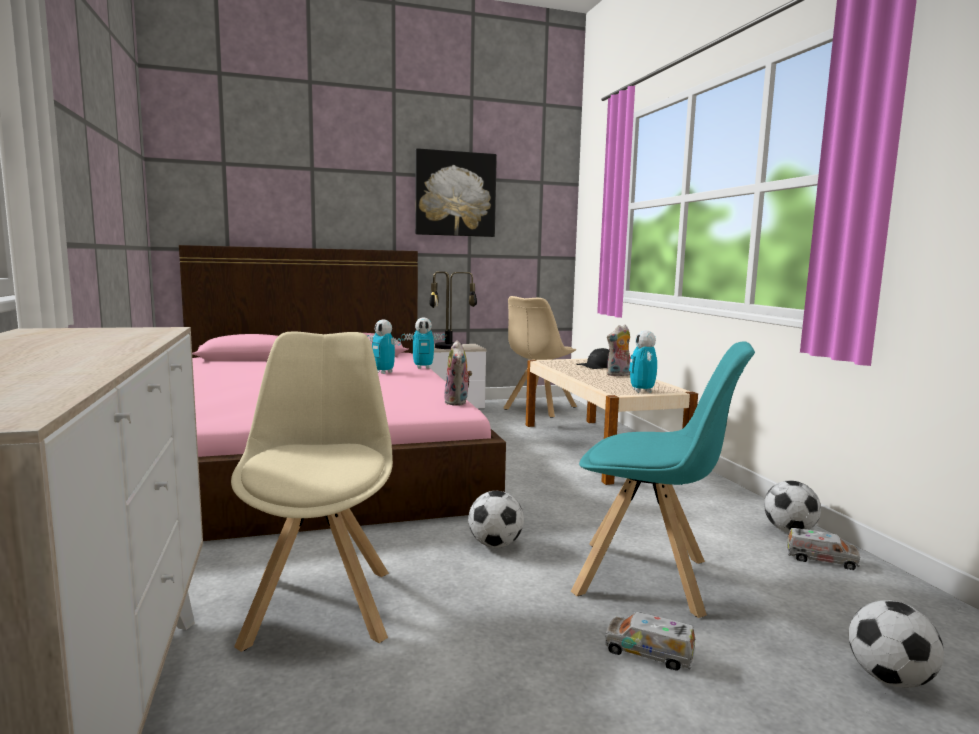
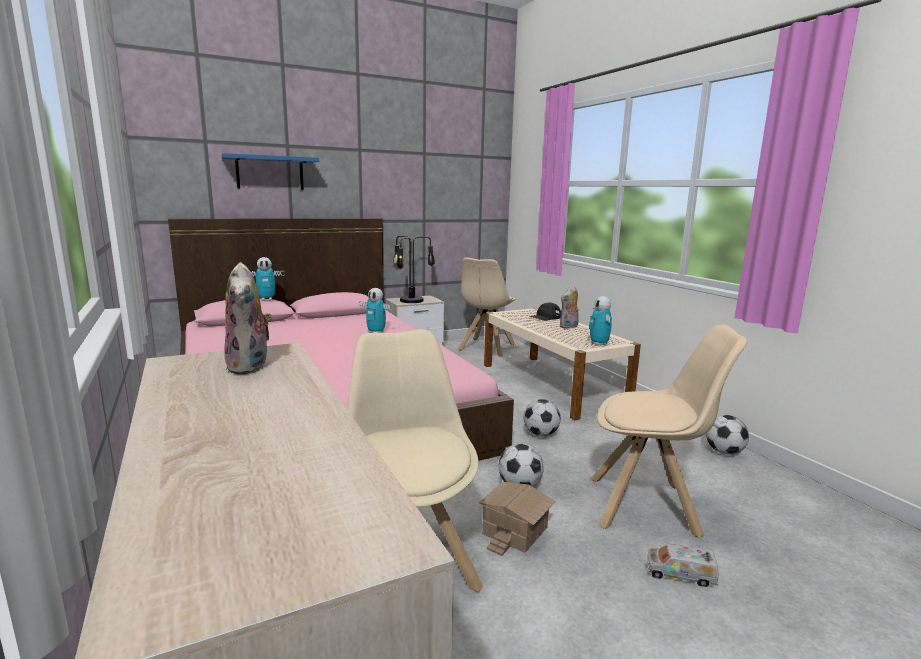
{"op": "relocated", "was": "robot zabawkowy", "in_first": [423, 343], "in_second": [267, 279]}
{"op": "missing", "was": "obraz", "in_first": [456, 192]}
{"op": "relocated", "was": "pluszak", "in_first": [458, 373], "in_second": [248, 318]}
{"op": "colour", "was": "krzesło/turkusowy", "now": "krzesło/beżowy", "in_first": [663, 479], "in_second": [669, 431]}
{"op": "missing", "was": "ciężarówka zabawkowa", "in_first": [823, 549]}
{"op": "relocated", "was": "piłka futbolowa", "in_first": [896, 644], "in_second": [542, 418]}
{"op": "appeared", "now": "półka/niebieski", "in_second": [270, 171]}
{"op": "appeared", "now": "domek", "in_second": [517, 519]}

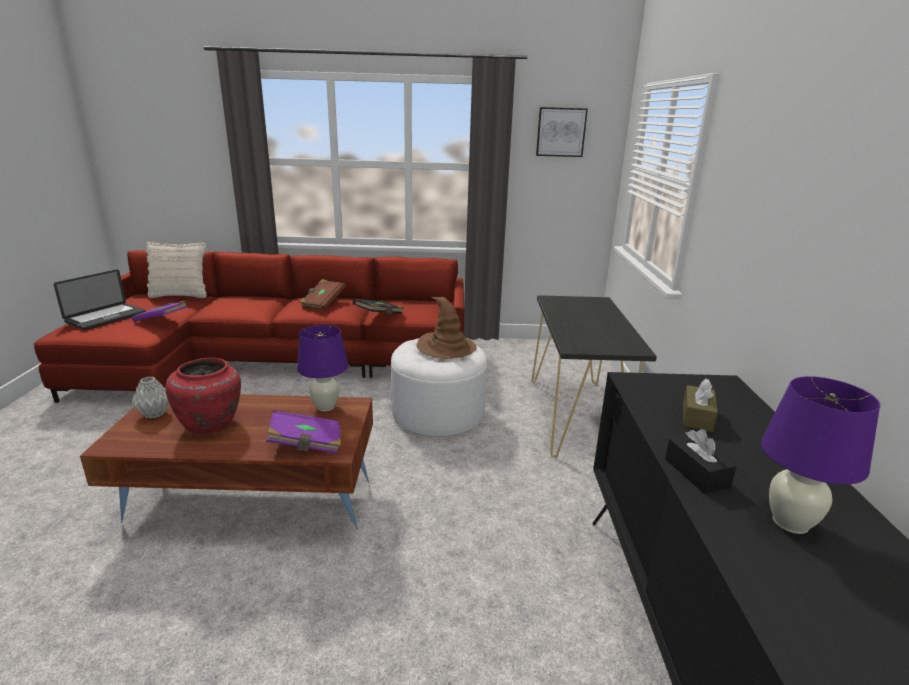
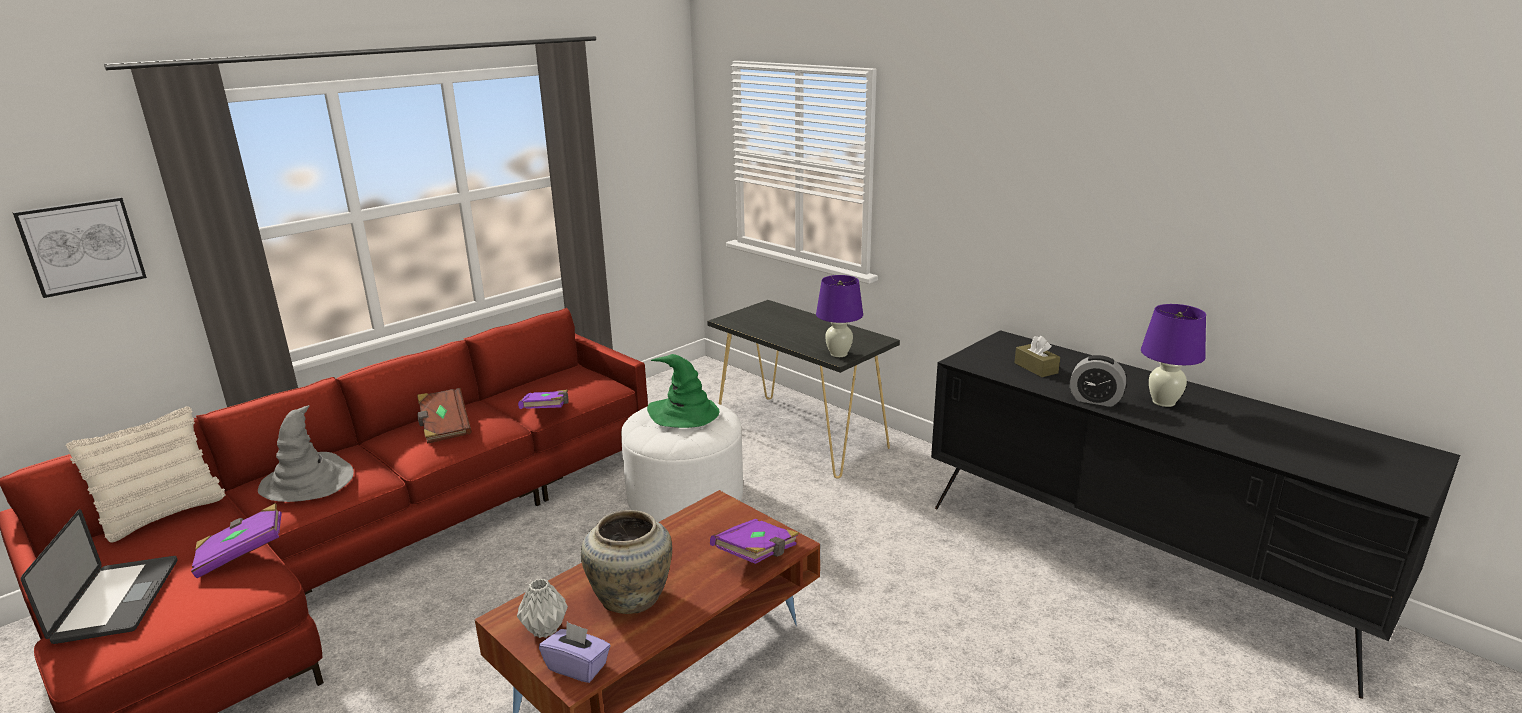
{"op": "colour", "was": "wazon/czerwony", "now": "wazon/beżowy", "in_first": [203, 396], "in_second": [626, 562]}
{"op": "relocated", "was": "lampa stołowa/fioletowy", "in_first": [322, 368], "in_second": [839, 316]}
{"op": "colour", "was": "książka/czarny", "now": "książka/fioletowy", "in_first": [378, 306], "in_second": [543, 399]}
{"op": "colour", "was": "kapelusz/brązowy", "now": "kapelusz/zielony", "in_first": [446, 328], "in_second": [683, 391]}
{"op": "relocated", "was": "obraz", "in_first": [562, 132], "in_second": [79, 247]}
{"op": "exchanged", "was": "pudełko chusteczek/czarny", "now": "budzik", "in_first": [701, 461], "in_second": [1098, 381]}
{"op": "appeared", "now": "kapelusz/szary", "in_second": [306, 453]}
{"op": "appeared", "now": "pudełko chusteczek/fioletowy", "in_second": [575, 652]}

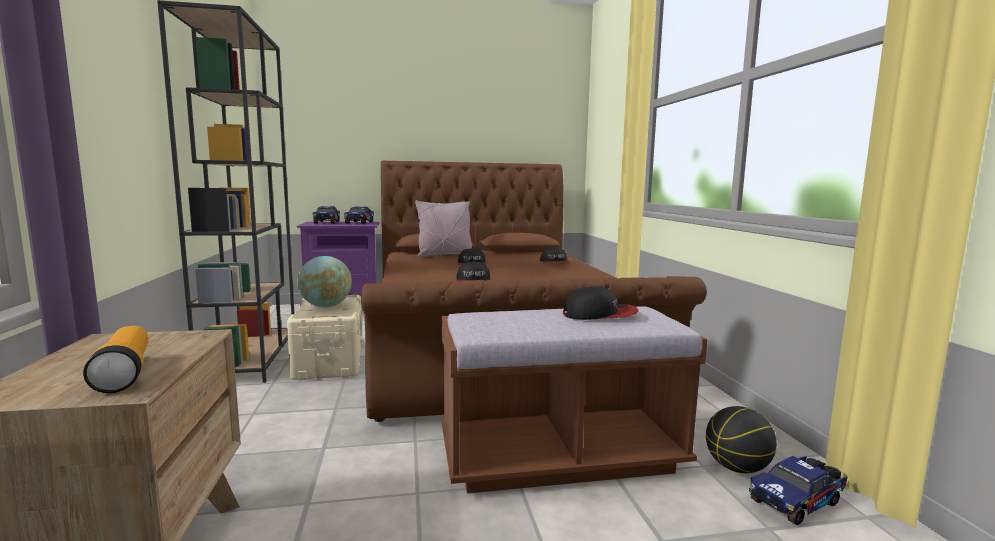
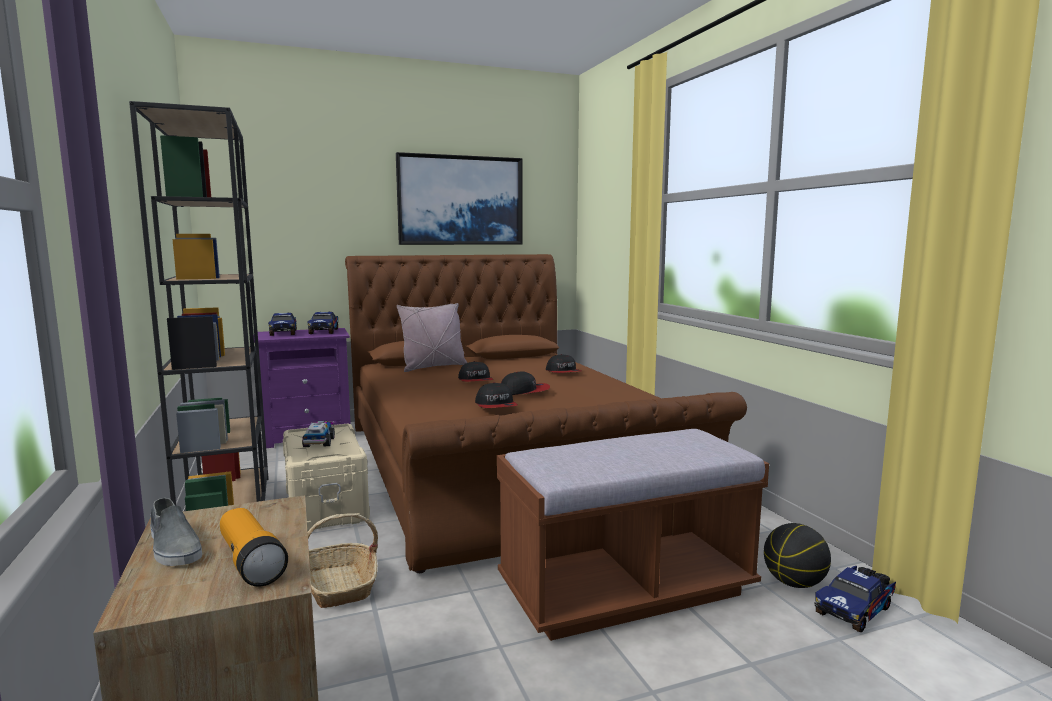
{"op": "exchanged", "was": "globus", "now": "ciężarówka zabawkowa", "in_first": [324, 281], "in_second": [318, 433]}
{"op": "relocated", "was": "czapka z daszkiem", "in_first": [600, 303], "in_second": [525, 383]}
{"op": "appeared", "now": "but/szary", "in_second": [176, 532]}
{"op": "appeared", "now": "koszyk", "in_second": [343, 561]}
{"op": "appeared", "now": "obraz", "in_second": [459, 198]}

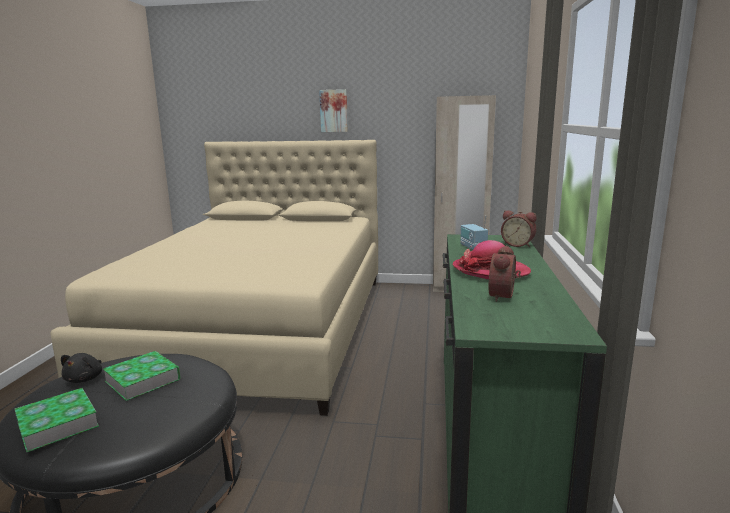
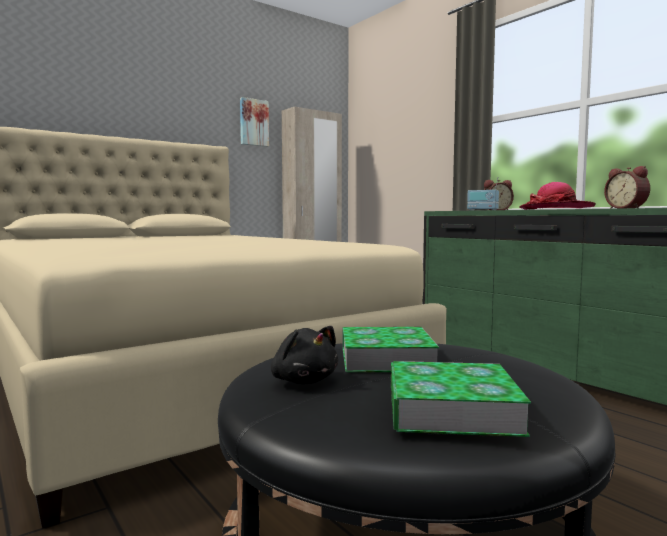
{"op": "relocated", "was": "obraz", "in_first": [333, 110], "in_second": [254, 122]}

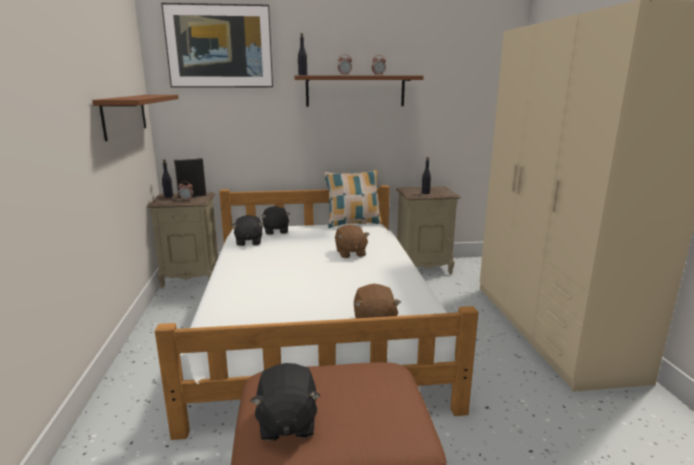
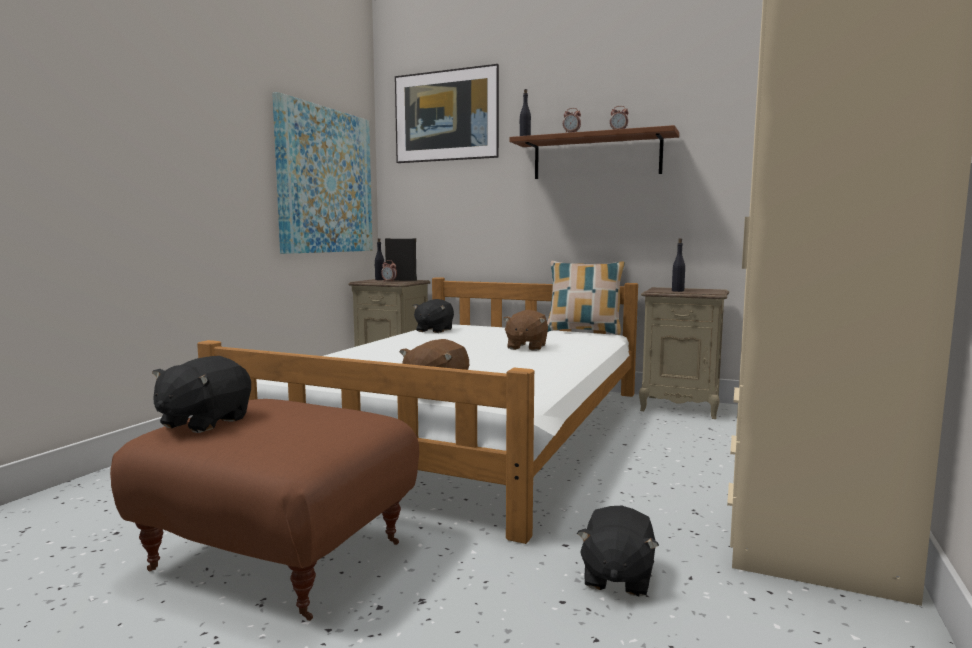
{"op": "exchanged", "was": "półka/brązowy", "now": "obraz", "in_first": [135, 118], "in_second": [322, 173]}
{"op": "relocated", "was": "pluszak/czarny", "in_first": [276, 220], "in_second": [618, 551]}

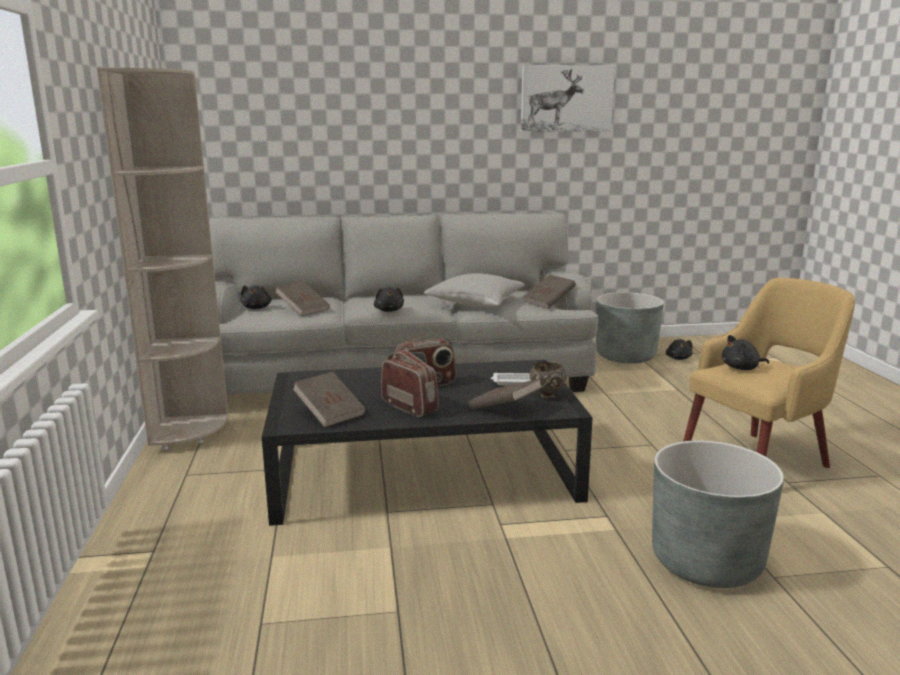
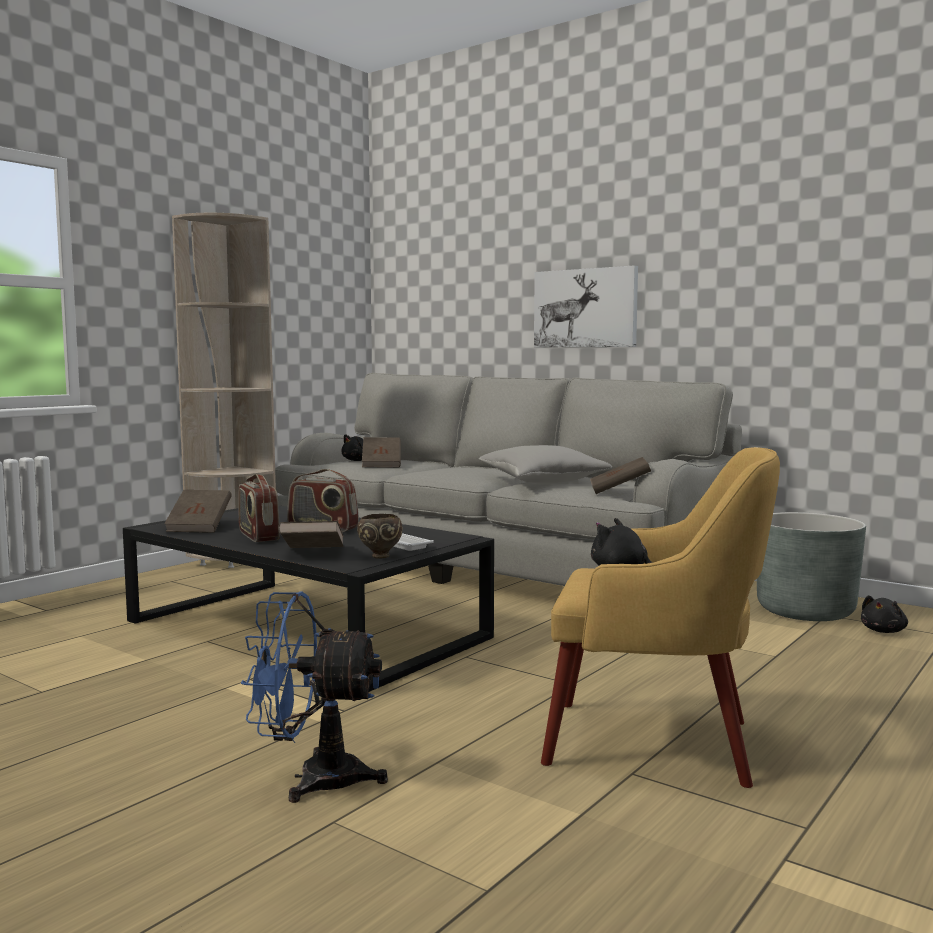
{"op": "missing", "was": "pluszak/czarny", "in_first": [389, 299]}
{"op": "spun", "was": "radio", "in_first": [410, 383], "in_second": [259, 508], "clockwise": 150}
{"op": "relocated", "was": "obraz", "in_first": [568, 98], "in_second": [586, 306]}
{"op": "exchanged", "was": "donica/szary", "now": "wentylator/niebieski", "in_first": [718, 514], "in_second": [314, 697]}

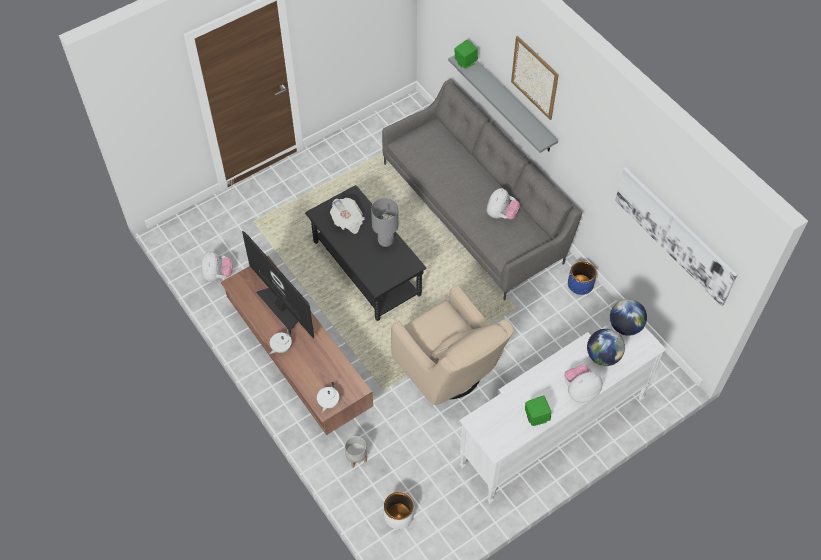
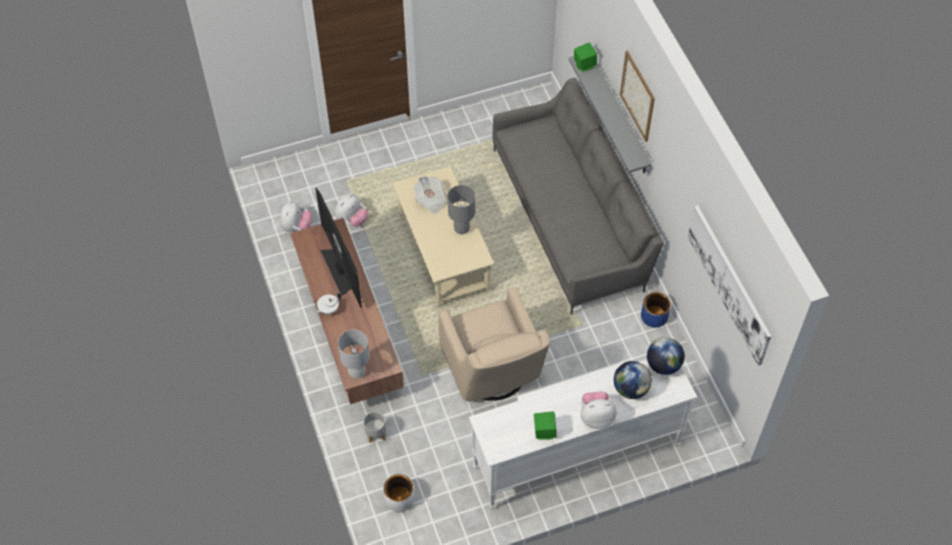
{"op": "colour", "was": "ława/czarny", "now": "ława/beżowy", "in_first": [366, 253], "in_second": [443, 236]}
{"op": "exchanged", "was": "imbryk/biały", "now": "lampa stołowa/szary", "in_first": [328, 397], "in_second": [354, 354]}
{"op": "relocated", "was": "pluszak", "in_first": [503, 204], "in_second": [351, 210]}

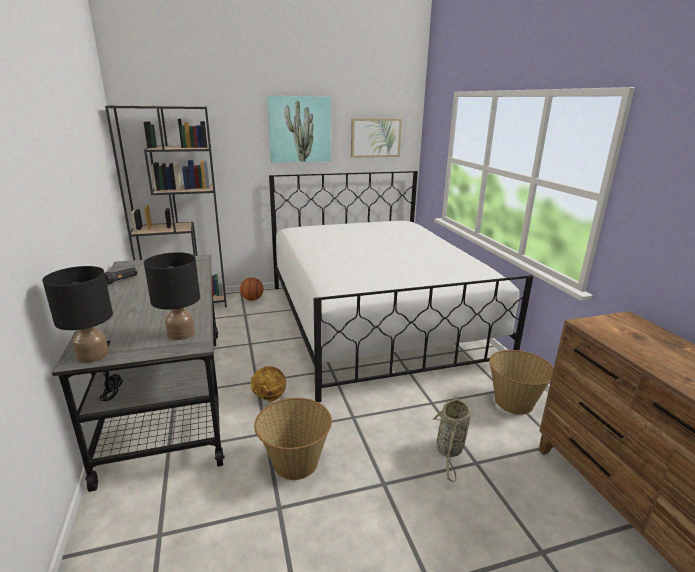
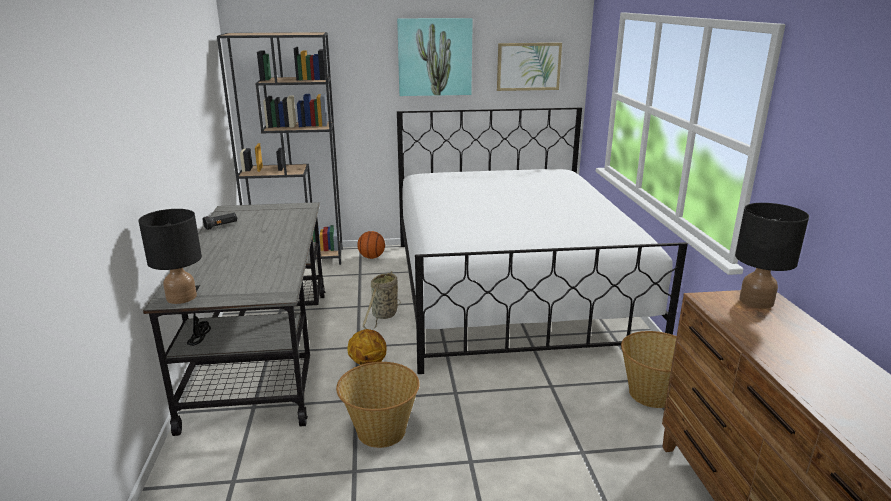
{"op": "relocated", "was": "lampa stołowa/czarny", "in_first": [172, 296], "in_second": [772, 256]}
{"op": "relocated", "was": "koszyk", "in_first": [452, 439], "in_second": [381, 300]}

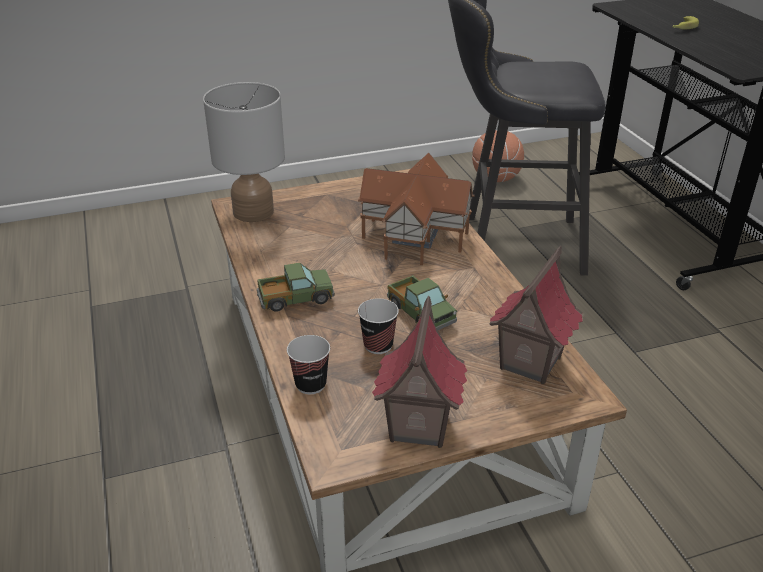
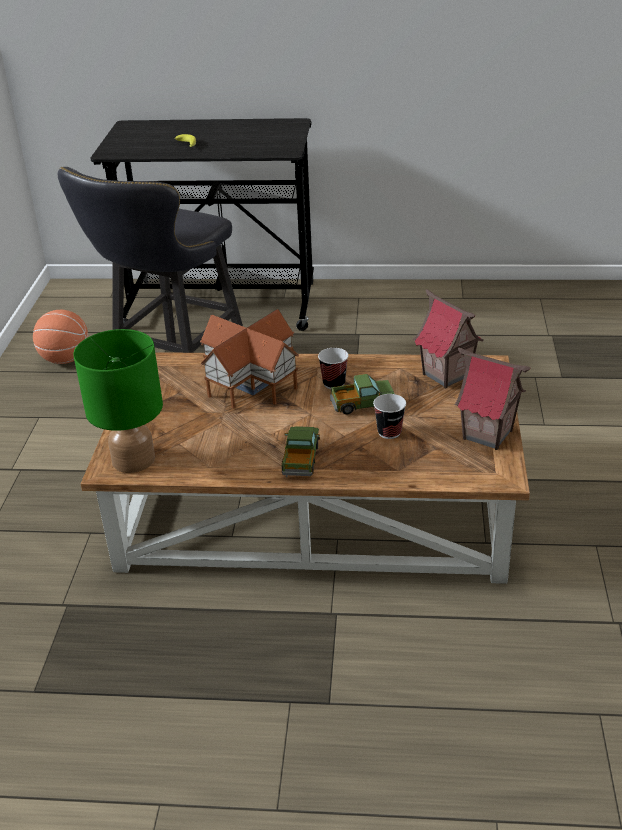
{"op": "colour", "was": "lampa stołowa/szary", "now": "lampa stołowa/zielony", "in_first": [244, 152], "in_second": [118, 401]}
{"op": "relocated", "was": "filiżanka", "in_first": [308, 364], "in_second": [333, 368]}

